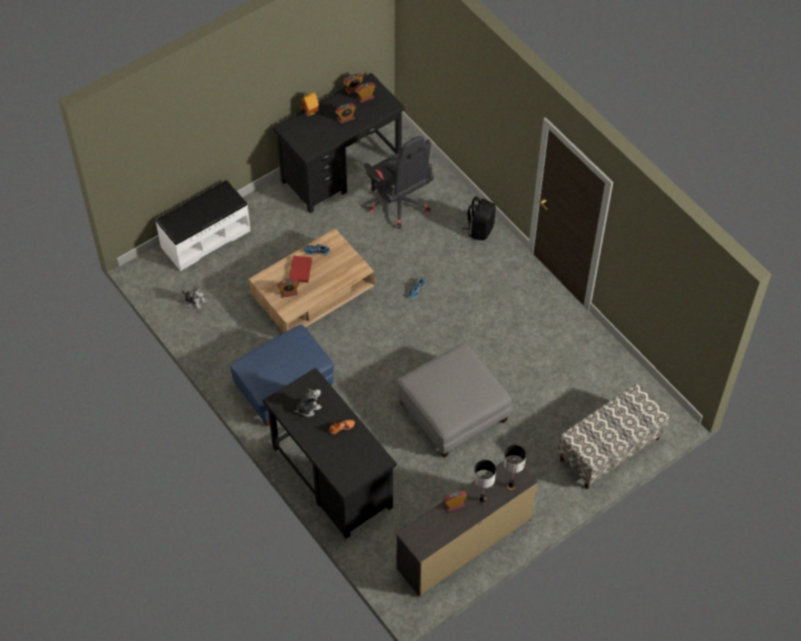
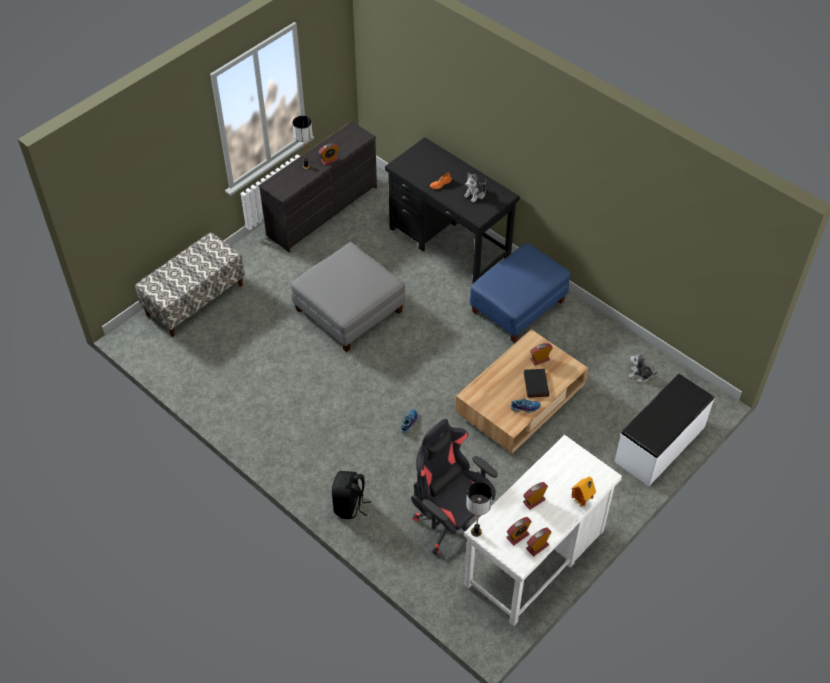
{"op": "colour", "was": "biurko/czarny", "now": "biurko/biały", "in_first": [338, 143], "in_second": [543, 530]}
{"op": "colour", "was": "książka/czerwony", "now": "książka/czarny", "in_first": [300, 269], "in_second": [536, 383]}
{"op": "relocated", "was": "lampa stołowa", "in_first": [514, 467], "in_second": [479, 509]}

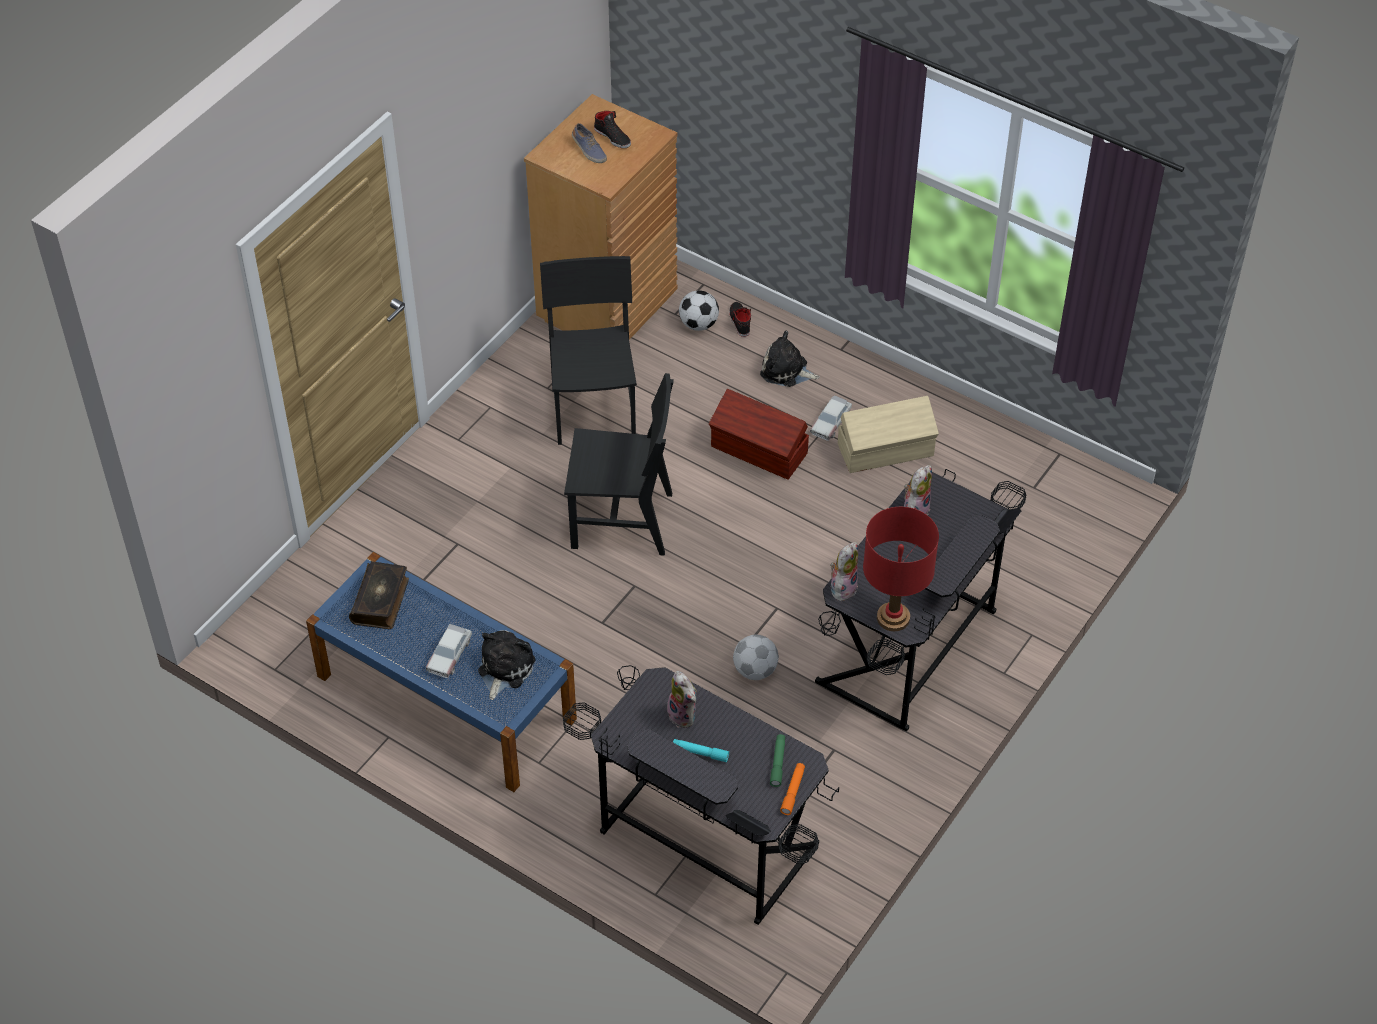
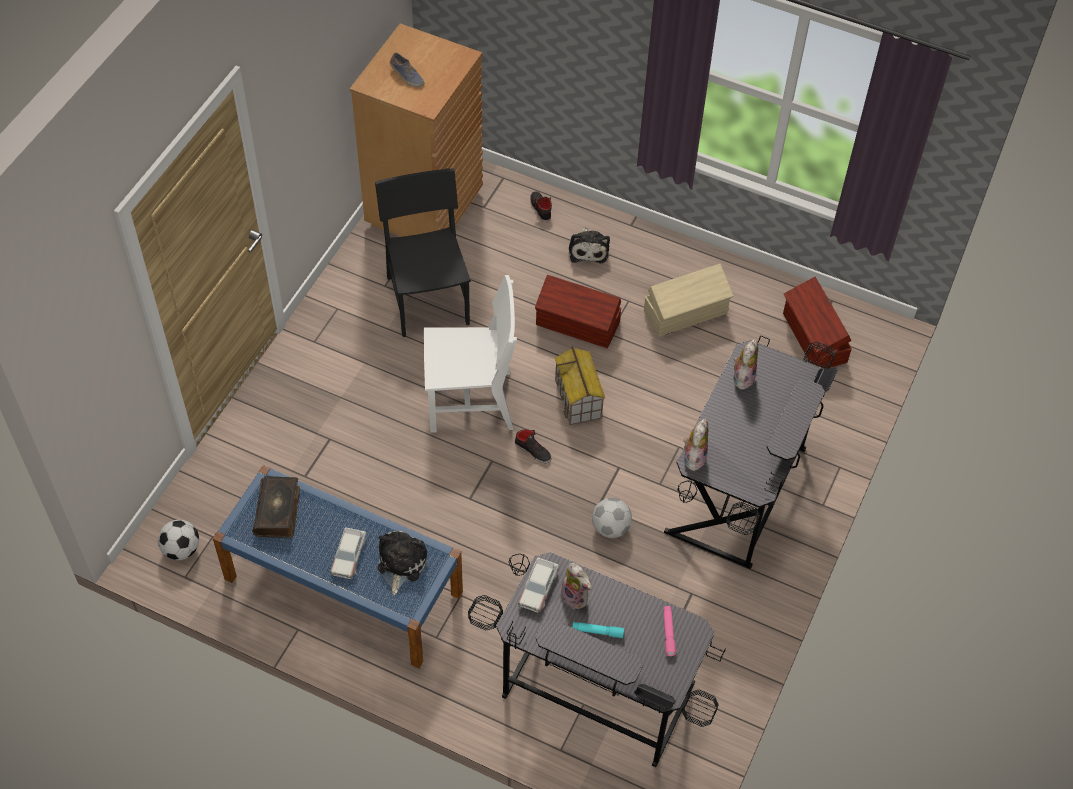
{"op": "colour", "was": "krzesło/czarny", "now": "krzesło/biały", "in_first": [619, 464], "in_second": [470, 354]}
{"op": "relocated", "was": "but/czarny", "in_first": [612, 129], "in_second": [533, 446]}
{"op": "relocated", "was": "piłka futbolowa", "in_first": [699, 310], "in_second": [178, 540]}
{"op": "spun", "was": "pluszak", "in_first": [790, 358], "in_second": [589, 245], "clockwise": -105}
{"op": "colour", "was": "latarka/zielony", "now": "latarka/różowy", "in_first": [777, 760], "in_second": [669, 631]}
{"op": "missing", "was": "latarka/pomarańczowy", "in_first": [792, 789]}
{"op": "relocated", "was": "samochodzik", "in_first": [831, 418], "in_second": [538, 585]}
{"op": "missing", "was": "lampa stołowa/czerwony", "in_first": [901, 569]}
{"op": "appeared", "now": "domek", "in_second": [580, 385]}
{"op": "appeared", "now": "pojemnik do przechowywania/brązowy", "in_second": [817, 323]}

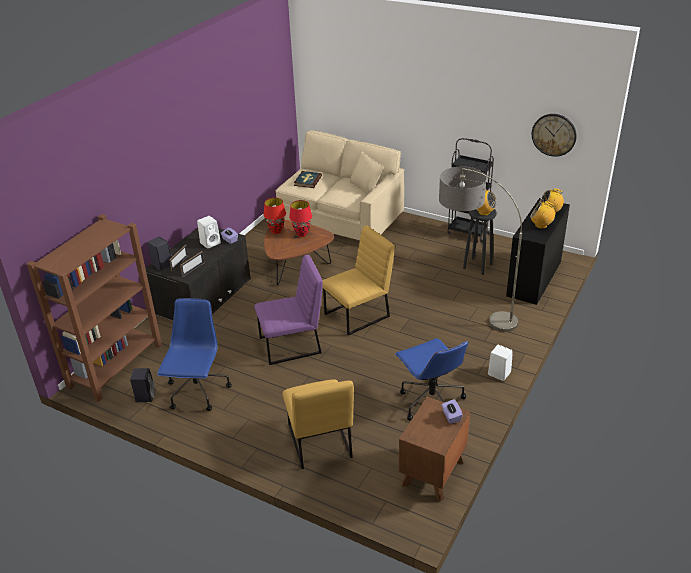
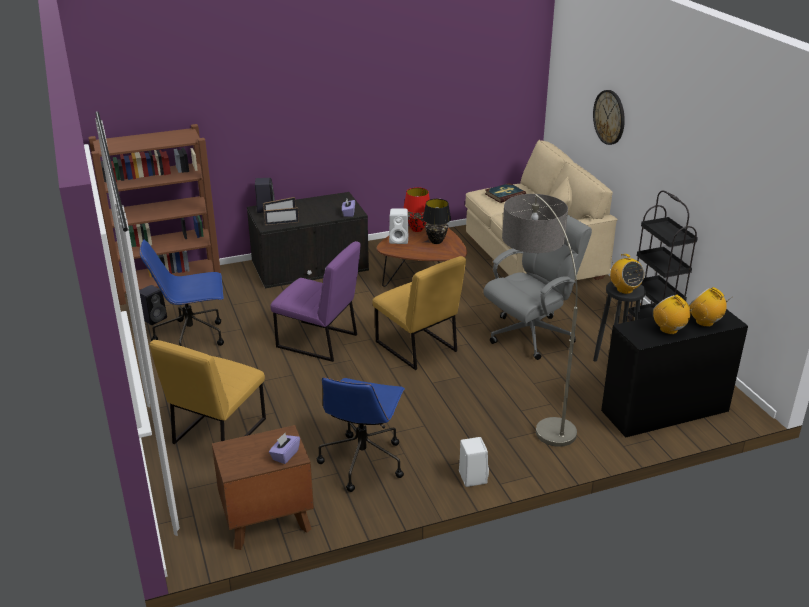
{"op": "spun", "was": "krzesło biurowe/niebieski", "in_first": [194, 354], "in_second": [182, 293], "clockwise": -150}
{"op": "relocated", "was": "głośnik/biały", "in_first": [209, 232], "in_second": [398, 226]}
{"op": "colour", "was": "lampa stołowa/czerwony", "now": "lampa stołowa/czarny", "in_first": [300, 218], "in_second": [437, 221]}
{"op": "spun", "was": "krzesło/żółty", "in_first": [358, 280], "in_second": [419, 313], "clockwise": 45}
{"op": "relocated", "was": "zegar ścienny", "in_first": [554, 135], "in_second": [609, 117]}
{"op": "appeared", "now": "krzesło biurowe/szary", "in_second": [537, 287]}

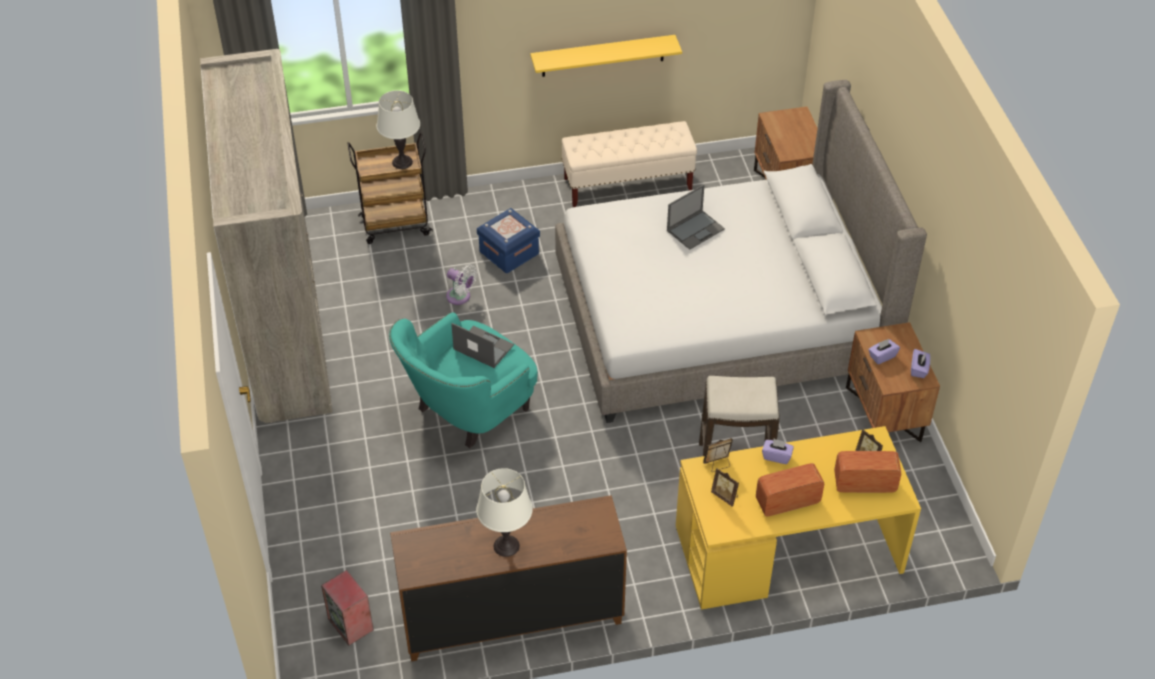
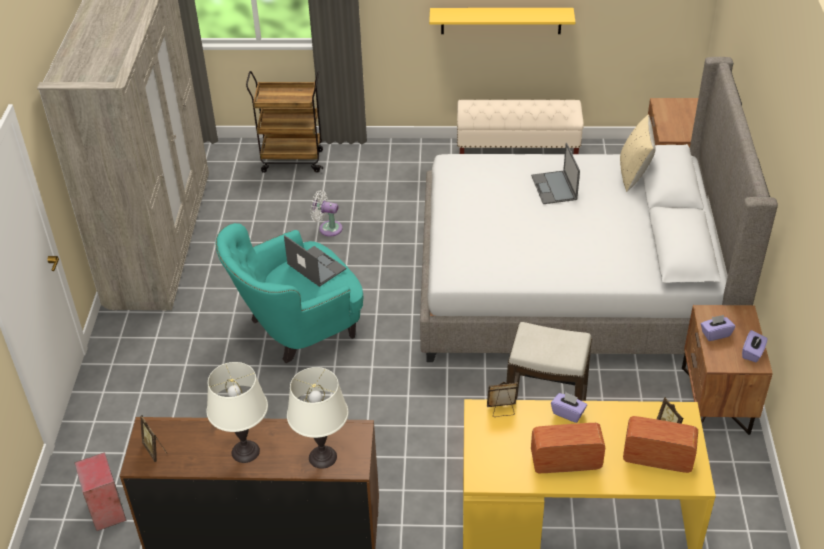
{"op": "relocated", "was": "lampa stołowa/biały", "in_first": [398, 129], "in_second": [317, 418]}
{"op": "spun", "was": "wentylator/biały", "in_first": [461, 284], "in_second": [327, 213], "clockwise": 150}
{"op": "missing", "was": "pojemnik do przechowywania/niebieski", "in_first": [508, 240]}
{"op": "spun", "was": "laptop", "in_first": [696, 217], "in_second": [555, 173], "clockwise": 105}
{"op": "relocated", "was": "ramka na zdjęcie", "in_first": [725, 486], "in_second": [153, 438]}
{"op": "appeared", "now": "poduszka/beżowy", "in_second": [638, 153]}

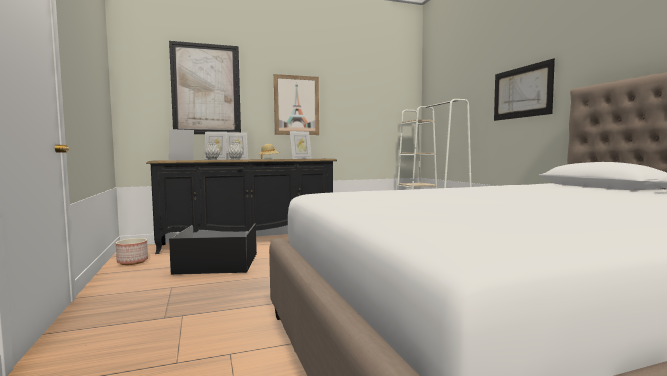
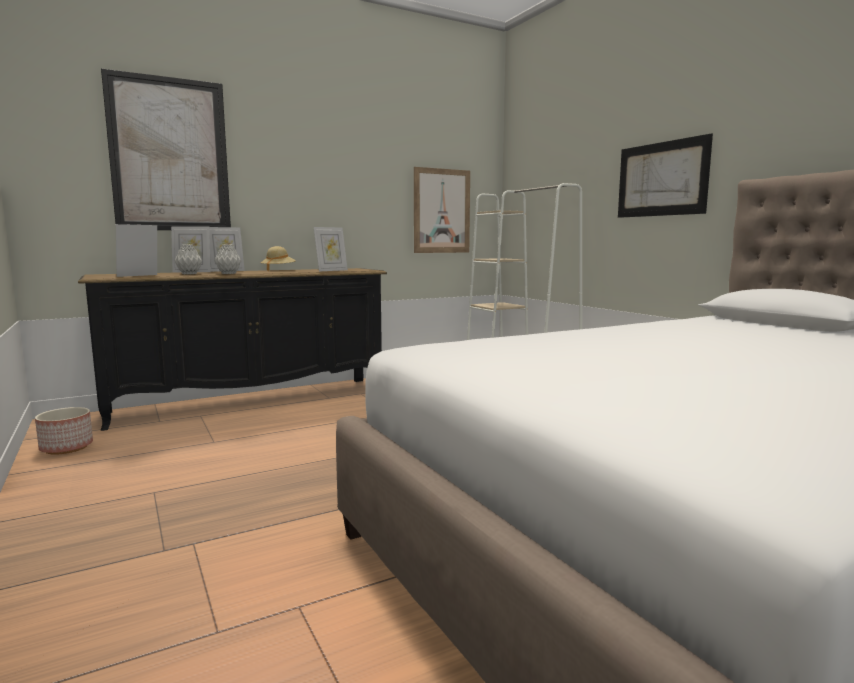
{"op": "missing", "was": "pojemnik do przechowywania/czarny", "in_first": [213, 249]}
{"op": "relocated", "was": "obraz", "in_first": [296, 104], "in_second": [442, 210]}

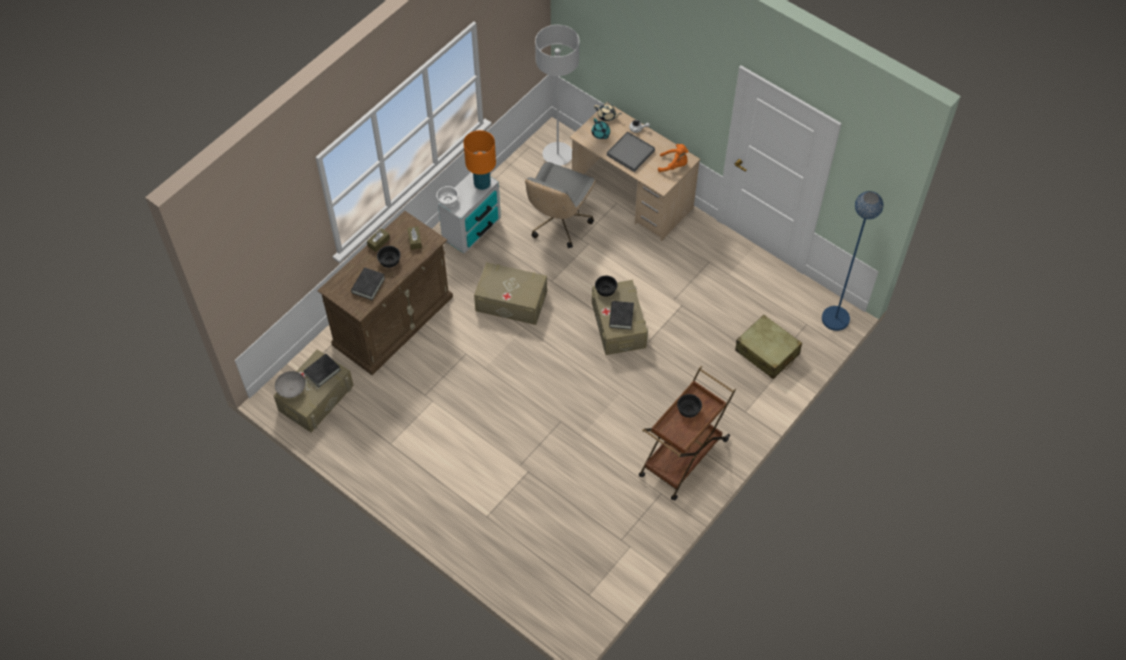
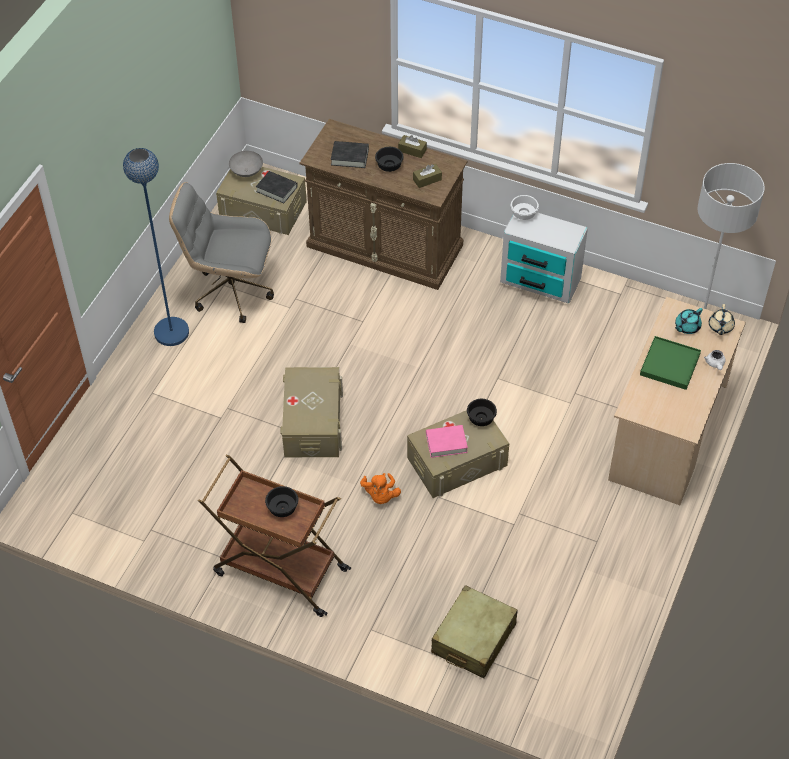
{"op": "missing", "was": "lampa stołowa/pomarańczowy", "in_first": [480, 160]}
{"op": "relocated", "was": "pojemnik do przechowywania/beżowy", "in_first": [510, 293], "in_second": [311, 412]}
{"op": "relocated", "was": "krzesło biurowe/szary", "in_first": [560, 205], "in_second": [221, 252]}
{"op": "colour", "was": "taca/szary", "now": "taca/zielony", "in_first": [631, 151], "in_second": [670, 363]}
{"op": "colour", "was": "książka/czarny", "now": "książka/różowy", "in_first": [621, 315], "in_second": [447, 441]}
{"op": "relocated", "was": "pluszak/pomarańczowy", "in_first": [673, 158], "in_second": [380, 488]}
{"op": "relocated", "was": "lampa stojąca/niebieski", "in_first": [852, 261], "in_second": [156, 247]}

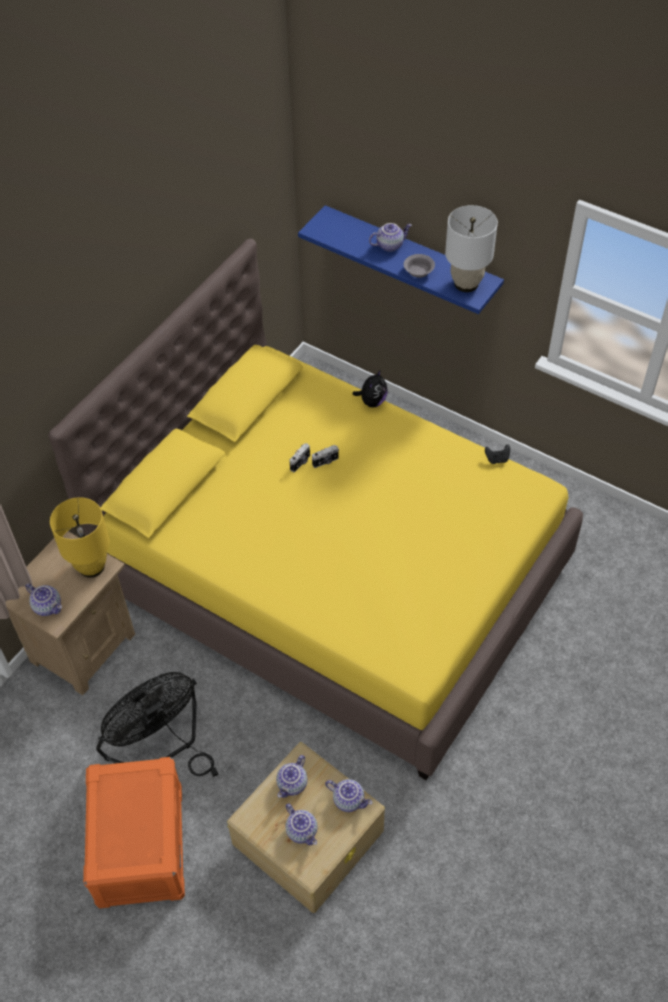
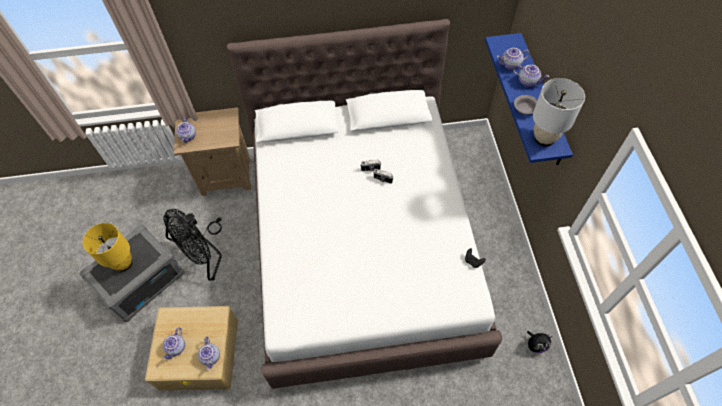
{"op": "colour", "was": "łóżko/żółty", "now": "łóżko/biały", "in_first": [315, 509], "in_second": [364, 204]}
{"op": "relocated", "was": "lampa stołowa/żółty", "in_first": [80, 537], "in_second": [107, 247]}
{"op": "colour", "was": "pojemnik do przechowywania/pomarańczowy", "now": "pojemnik do przechowywania/szary", "in_first": [134, 833], "in_second": [132, 273]}
{"op": "spun", "was": "wentylator/czarny", "in_first": [157, 725], "in_second": [192, 245], "clockwise": -150}
{"op": "relocated", "was": "imbryk", "in_first": [291, 776], "in_second": [513, 59]}
{"op": "relocated", "was": "pluszak", "in_first": [370, 388], "in_second": [539, 342]}

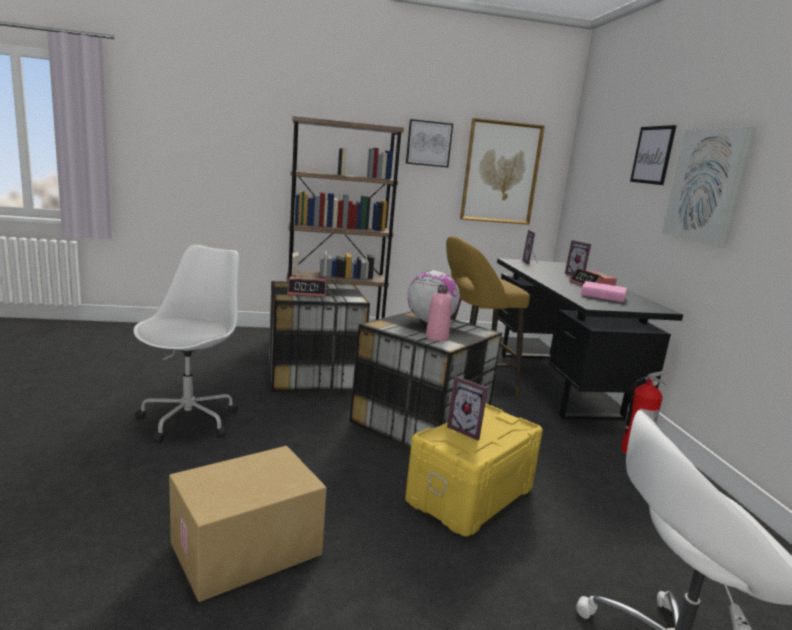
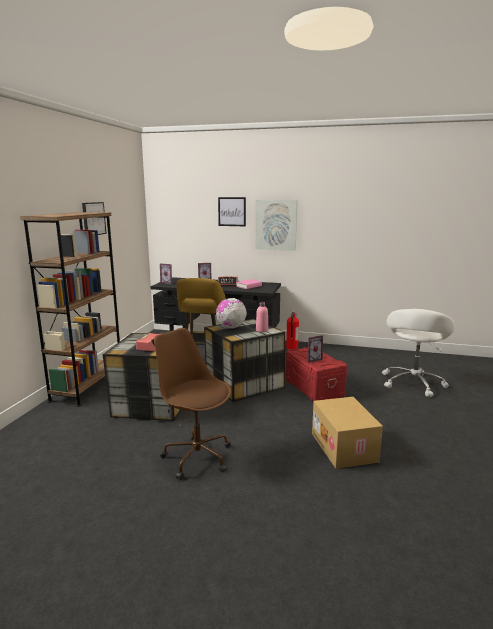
{"op": "colour", "was": "krzesło biurowe/biały", "now": "krzesło biurowe/brązowy", "in_first": [186, 344], "in_second": [192, 403]}
{"op": "colour", "was": "pojemnik do przechowywania/żółty", "now": "pojemnik do przechowywania/czerwony", "in_first": [474, 469], "in_second": [316, 374]}
{"op": "missing", "was": "obraz", "in_first": [502, 171]}

